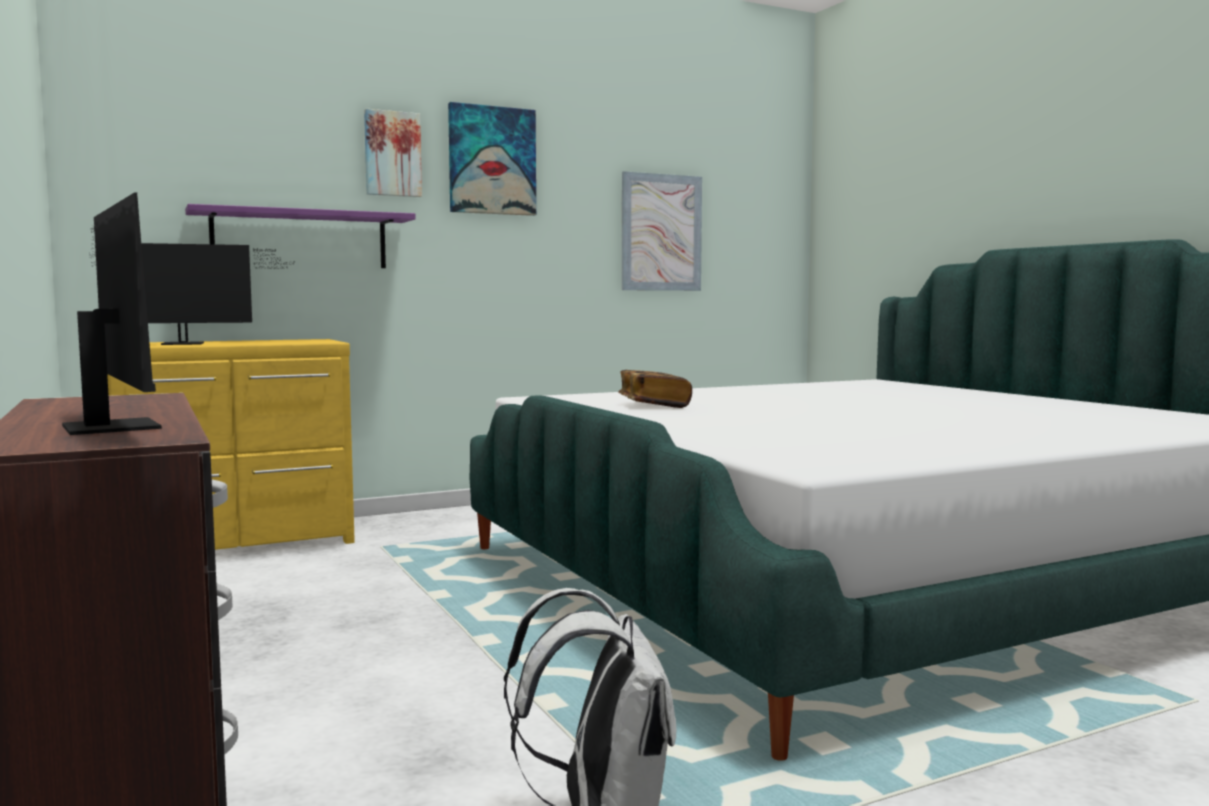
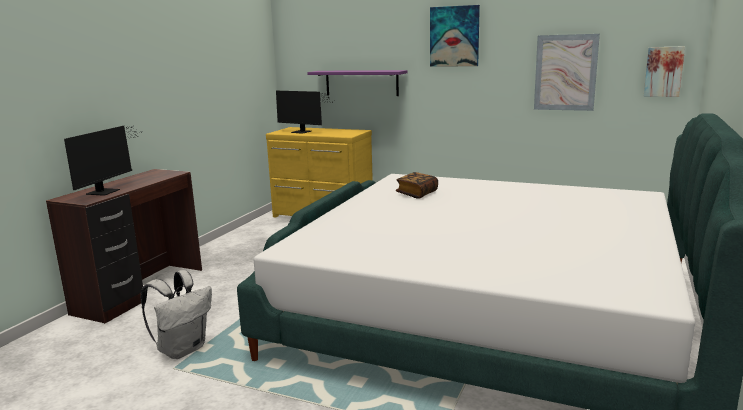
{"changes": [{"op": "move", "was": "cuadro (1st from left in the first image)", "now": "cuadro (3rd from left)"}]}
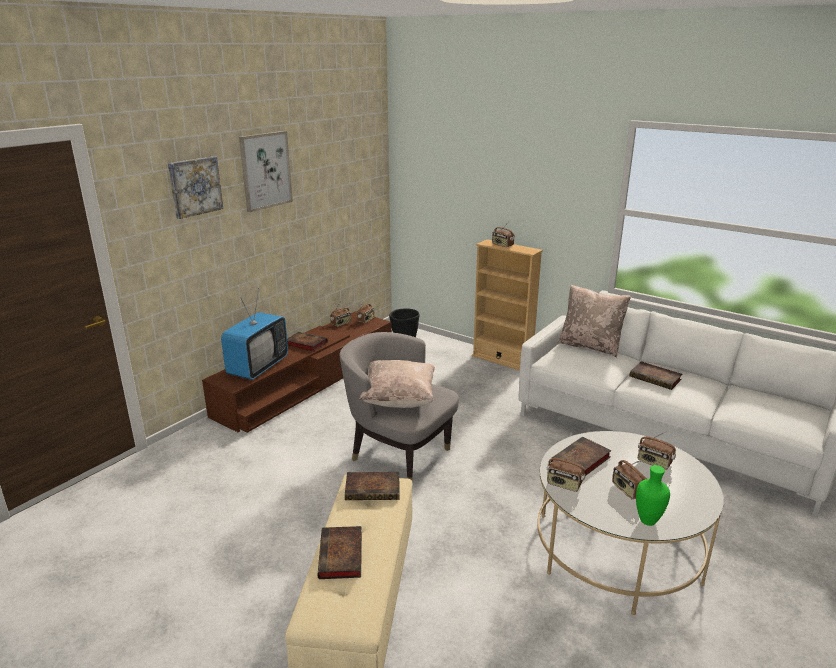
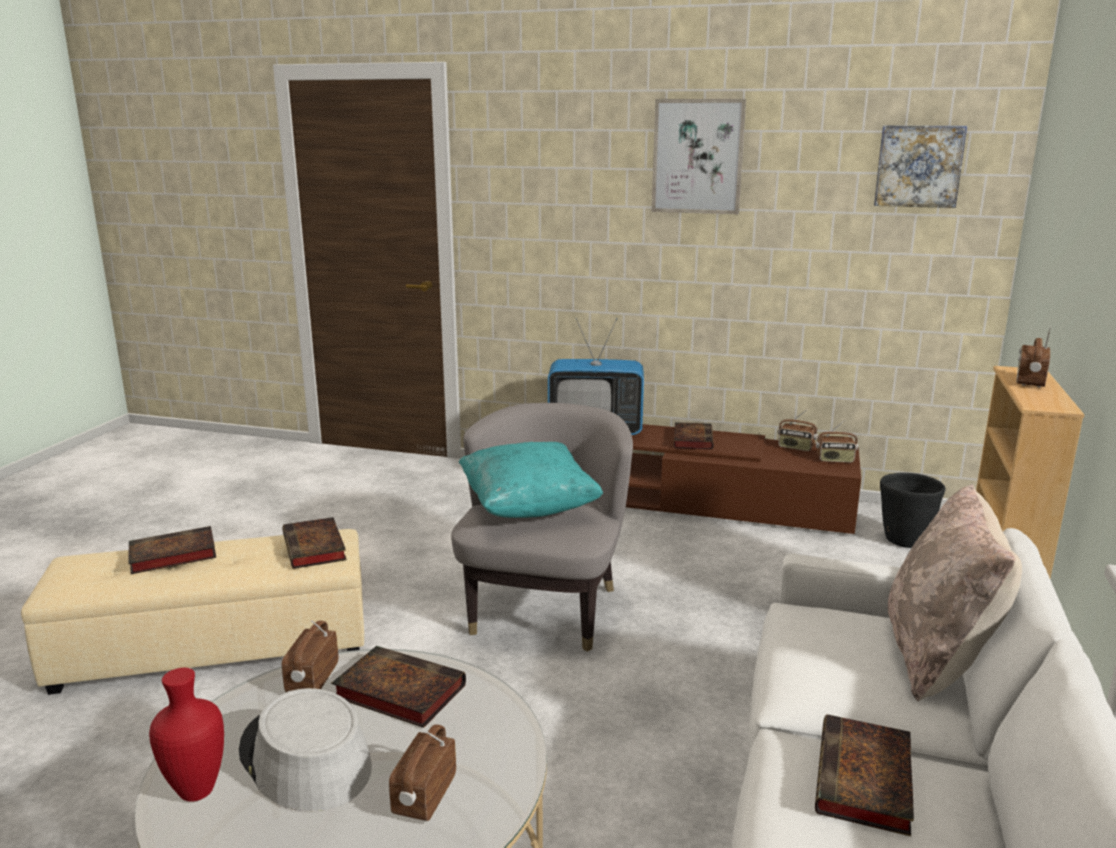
{"changes": [{"op": "recolor", "was": "florero [verde]", "now": "florero [rojo]"}, {"op": "replace", "was": "radio (5th from left)", "now": "sombrero [gris]"}, {"op": "recolor", "was": "cojín [beis] (1st from left)", "now": "cojín [turquesa]"}, {"op": "move", "was": "cuadro (1st from left in the first image)", "now": "cuadro (2nd from left)"}]}
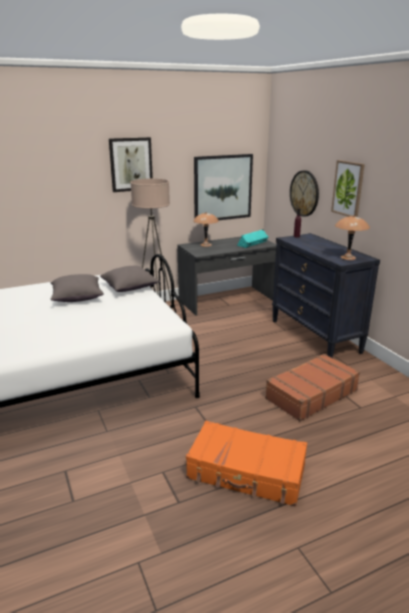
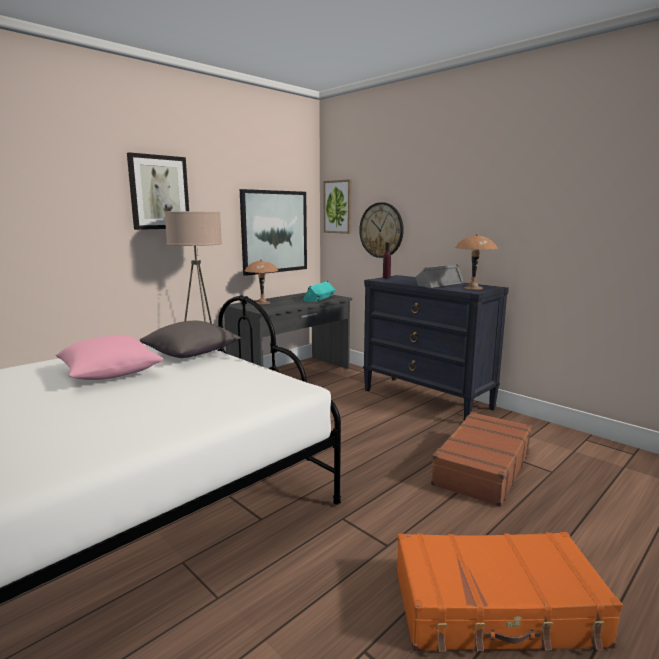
{"changes": [{"op": "recolor", "was": "cojín [gris] (1st from left)", "now": "cojín [rosa]"}, {"op": "move", "was": "cuadro (3rd from left)"}, {"op": "insert", "now": "altavoz [gris]"}]}
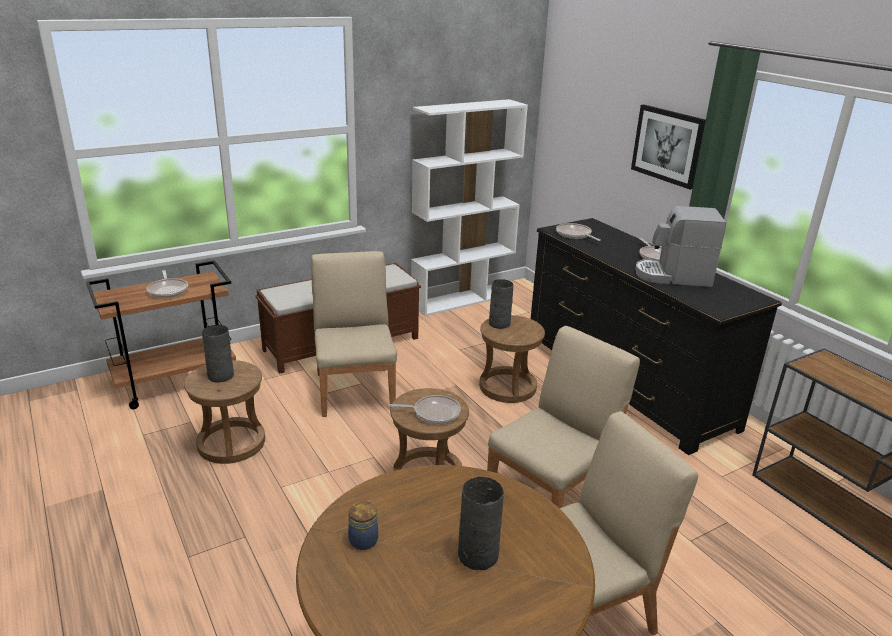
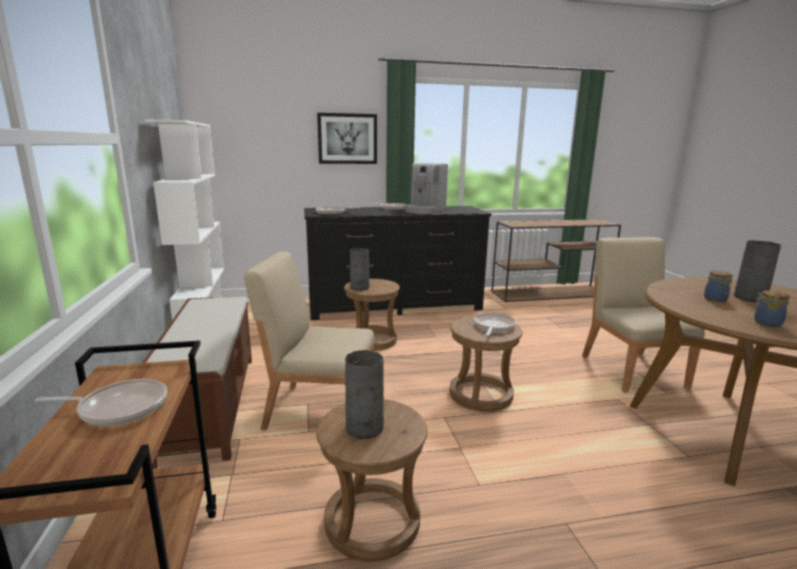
{"changes": [{"op": "insert", "now": "tarro (1st from left)"}, {"op": "delete", "was": "silla [beis] (2nd from left)"}]}
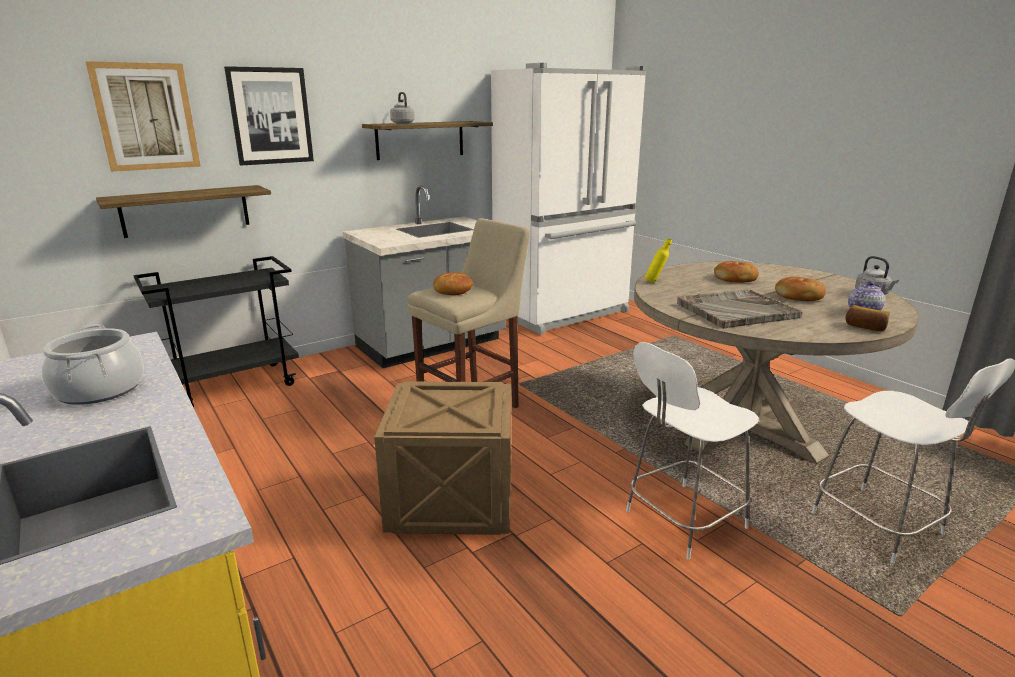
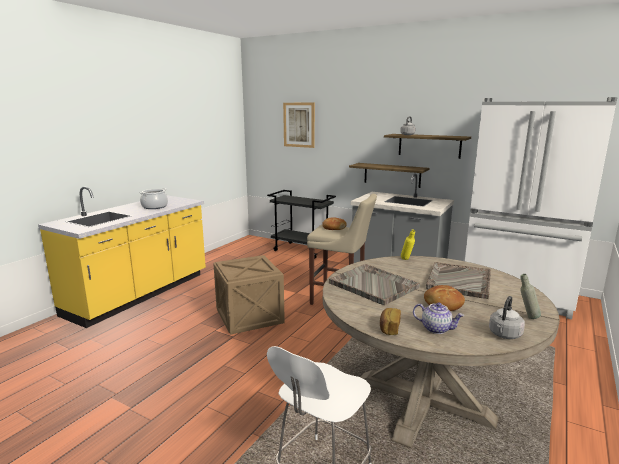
{"changes": [{"op": "move", "was": "estante (1st from left)"}, {"op": "replace", "was": "pan (2nd from left)", "now": "bandeja [gris] (2nd from left)"}, {"op": "insert", "now": "botella [gris]"}, {"op": "delete", "was": "cuadro (2nd from left)"}, {"op": "delete", "was": "silla [blanco] (1st from left)"}]}
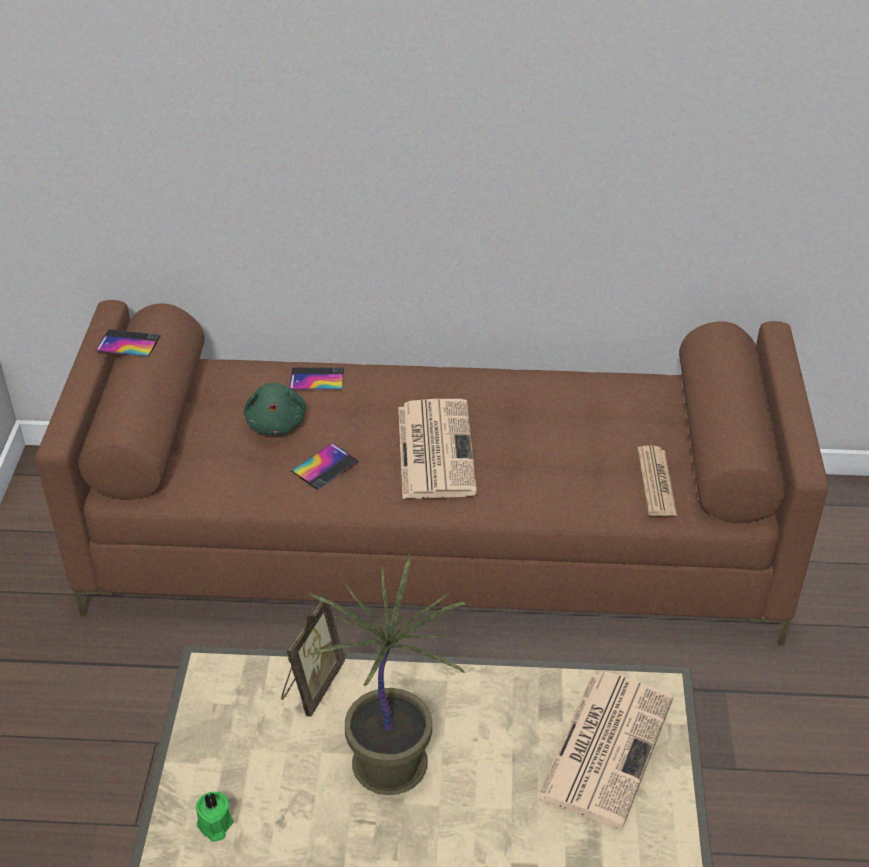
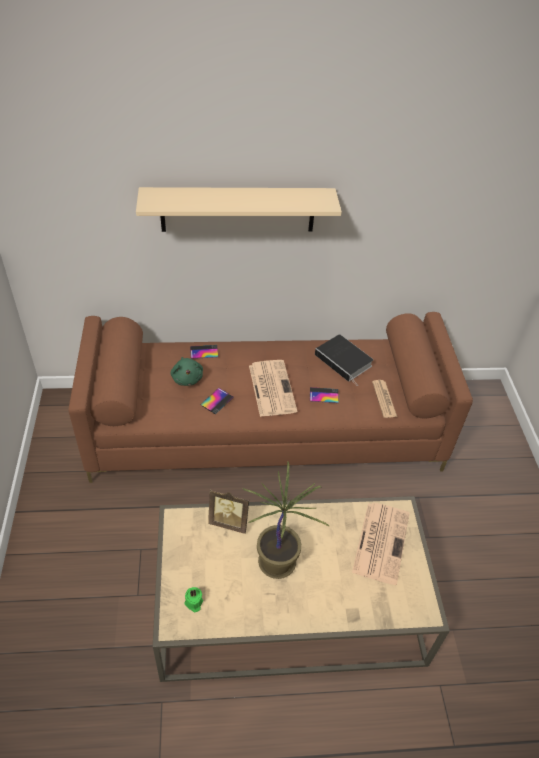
{"changes": [{"op": "insert", "now": "estante [beis]"}, {"op": "rotate", "was": "portarretratos", "clockwise": 90}, {"op": "move", "was": "móvil (1st from left in the first image)", "now": "móvil (3rd from left)"}, {"op": "insert", "now": "libro"}]}
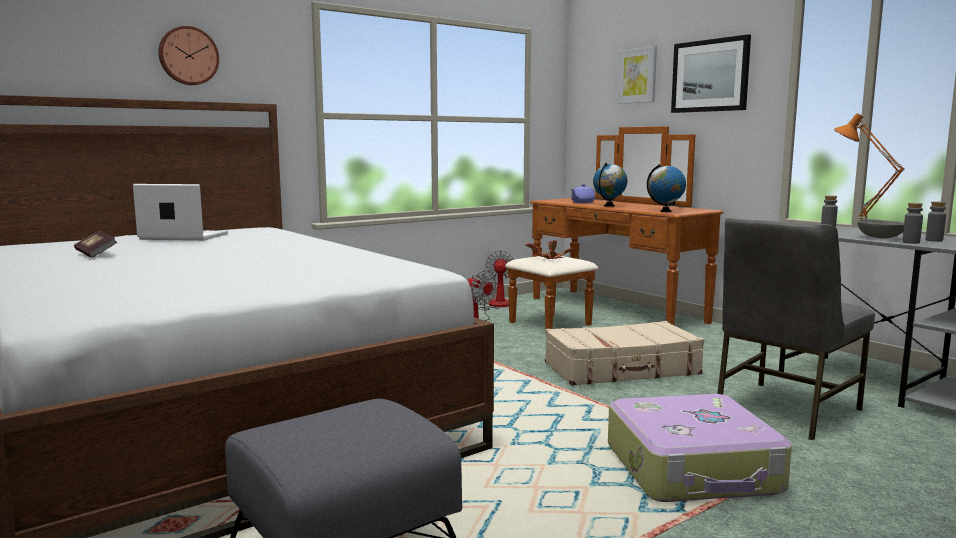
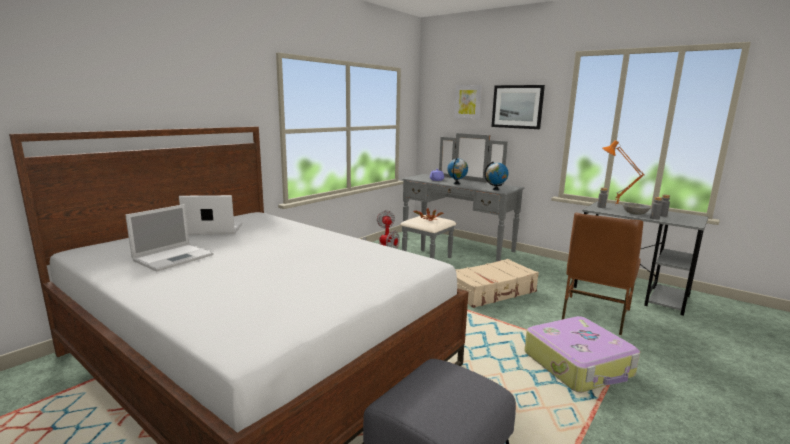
{"changes": [{"op": "replace", "was": "libro", "now": "portátil (1st from left)"}, {"op": "recolor", "was": "cómoda [marrón]", "now": "cómoda [gris]"}, {"op": "recolor", "was": "silla [gris]", "now": "silla [marrón]"}, {"op": "delete", "was": "reloj de pared"}]}
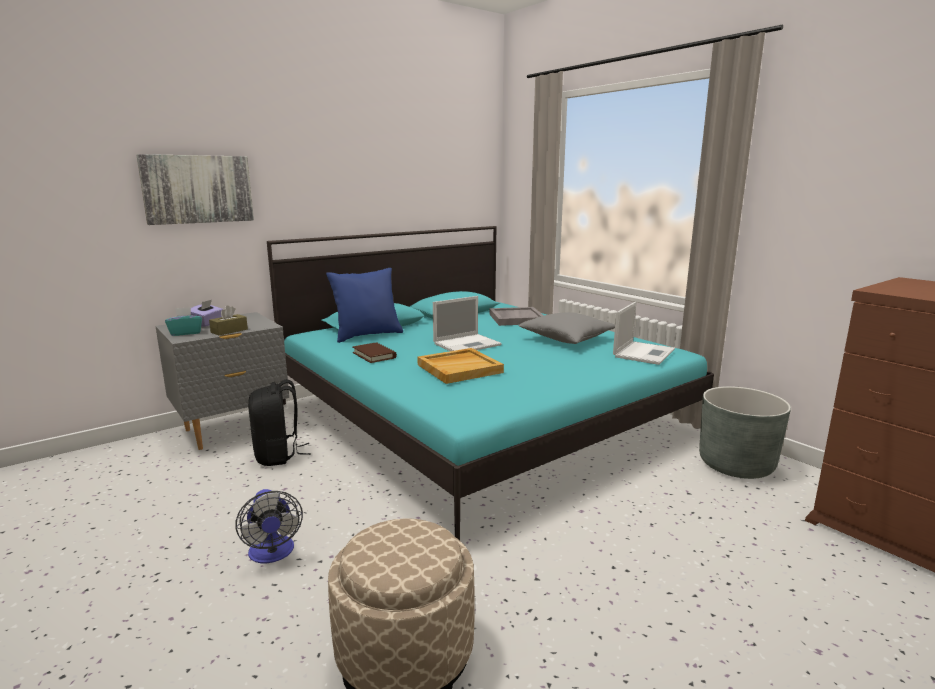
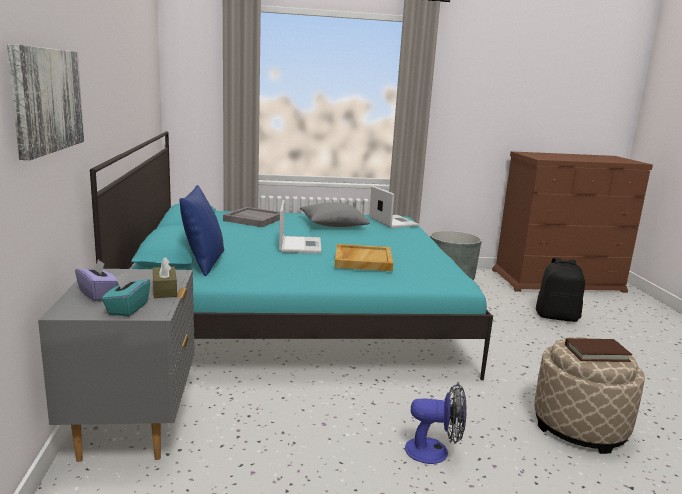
{"changes": [{"op": "move", "was": "mochila [negro]"}, {"op": "move", "was": "libro [marrón]"}]}
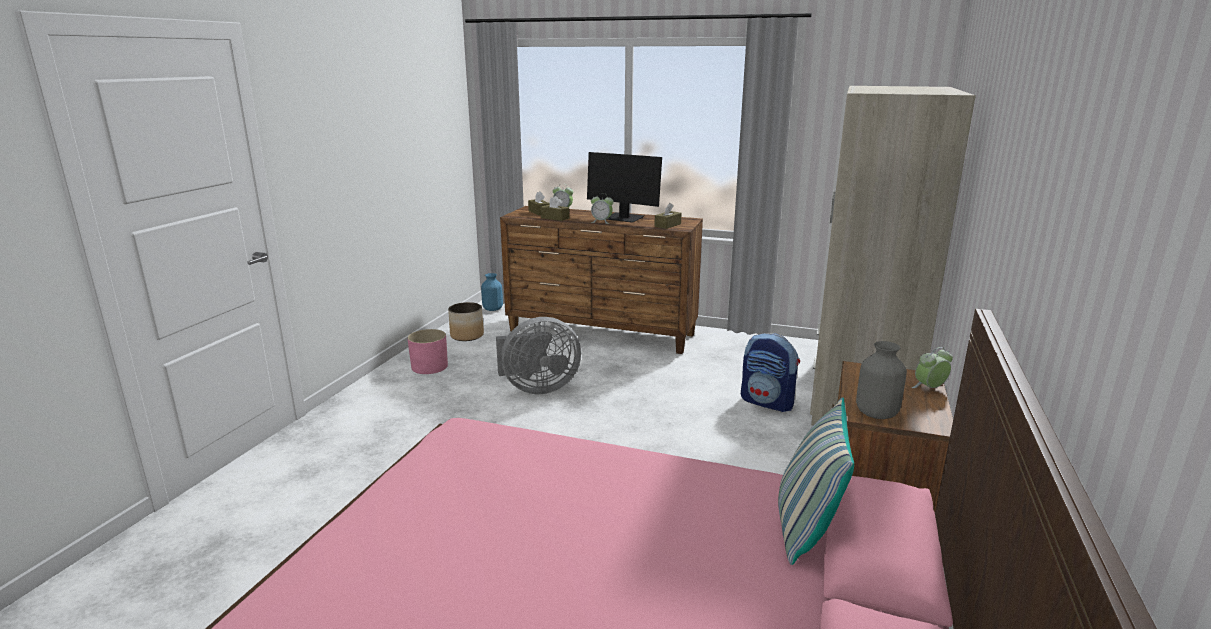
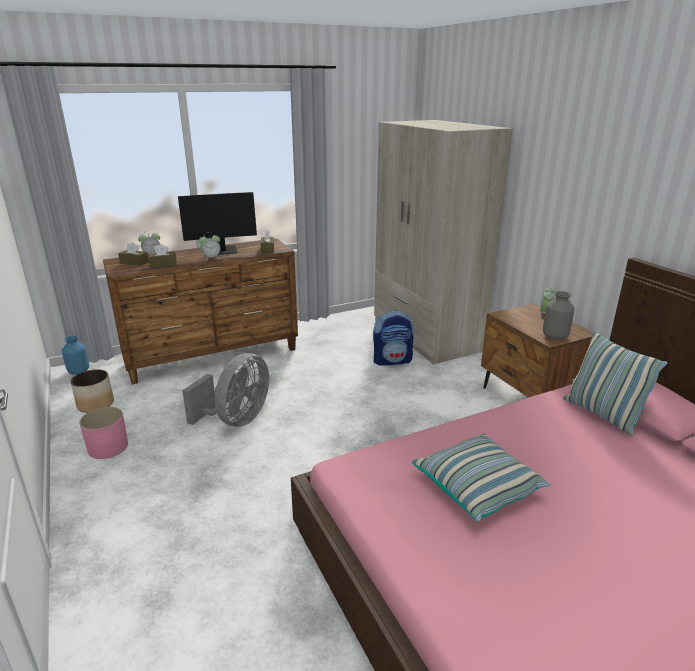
{"changes": [{"op": "insert", "now": "cojín (1st from left)"}]}
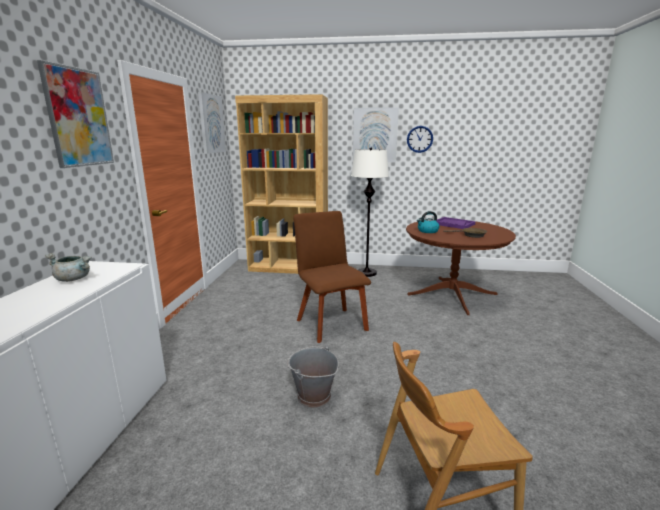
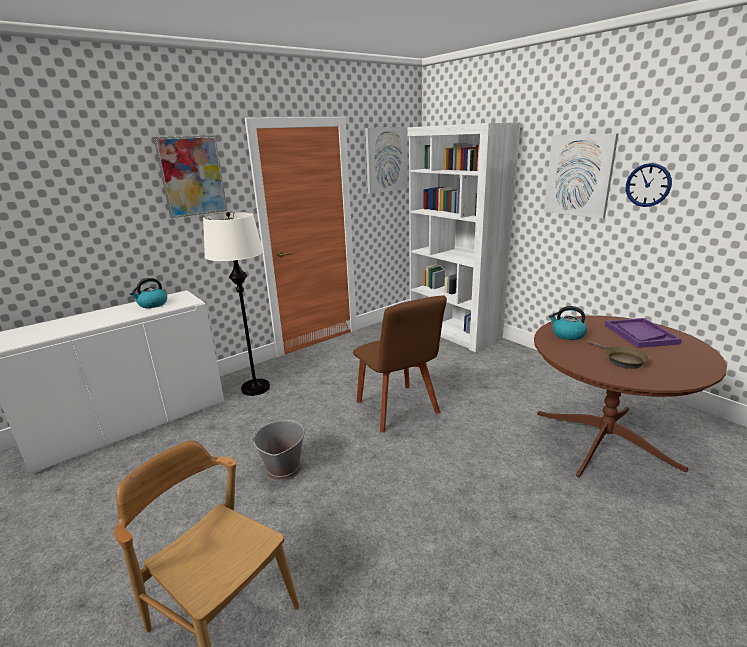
{"changes": [{"op": "replace", "was": "olla [gris]", "now": "hervidor (1st from left)"}, {"op": "move", "was": "lámpara de pie [blanco]"}, {"op": "rotate", "was": "silla [marrón] (1st from left in the first image)", "clockwise": 135}, {"op": "recolor", "was": "estantería [marrón]", "now": "estantería [blanco]"}]}
